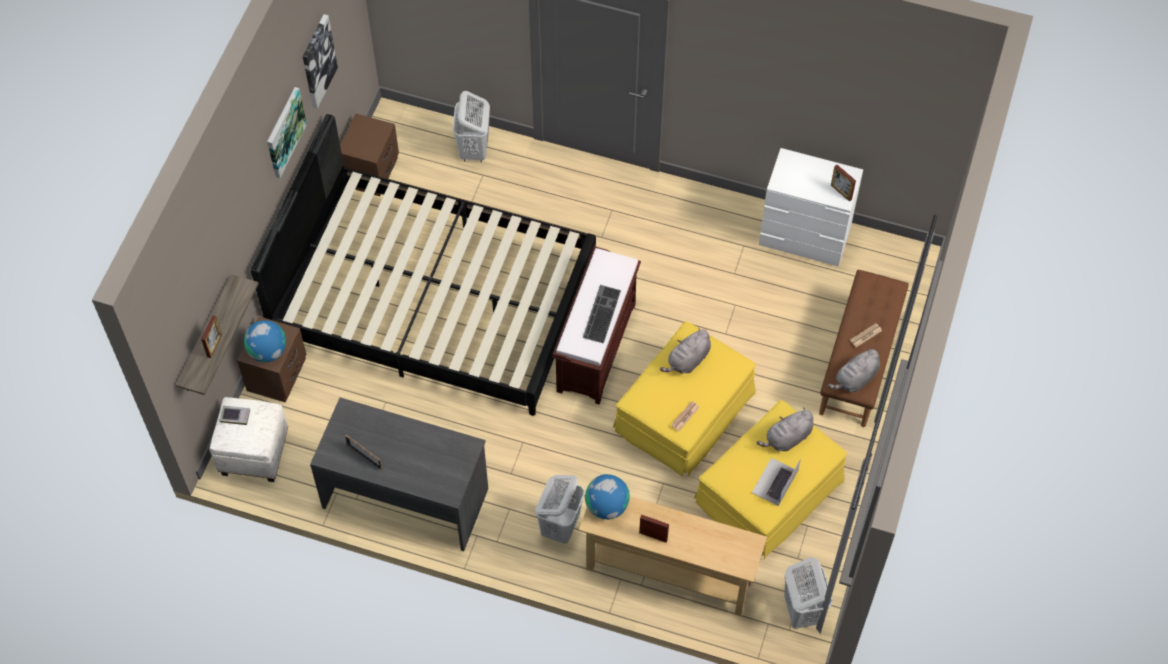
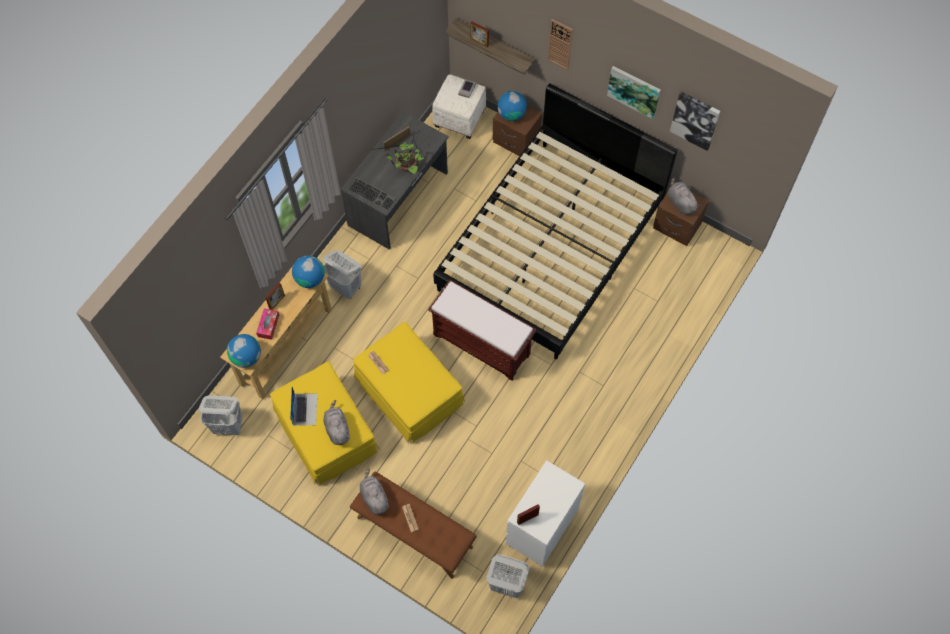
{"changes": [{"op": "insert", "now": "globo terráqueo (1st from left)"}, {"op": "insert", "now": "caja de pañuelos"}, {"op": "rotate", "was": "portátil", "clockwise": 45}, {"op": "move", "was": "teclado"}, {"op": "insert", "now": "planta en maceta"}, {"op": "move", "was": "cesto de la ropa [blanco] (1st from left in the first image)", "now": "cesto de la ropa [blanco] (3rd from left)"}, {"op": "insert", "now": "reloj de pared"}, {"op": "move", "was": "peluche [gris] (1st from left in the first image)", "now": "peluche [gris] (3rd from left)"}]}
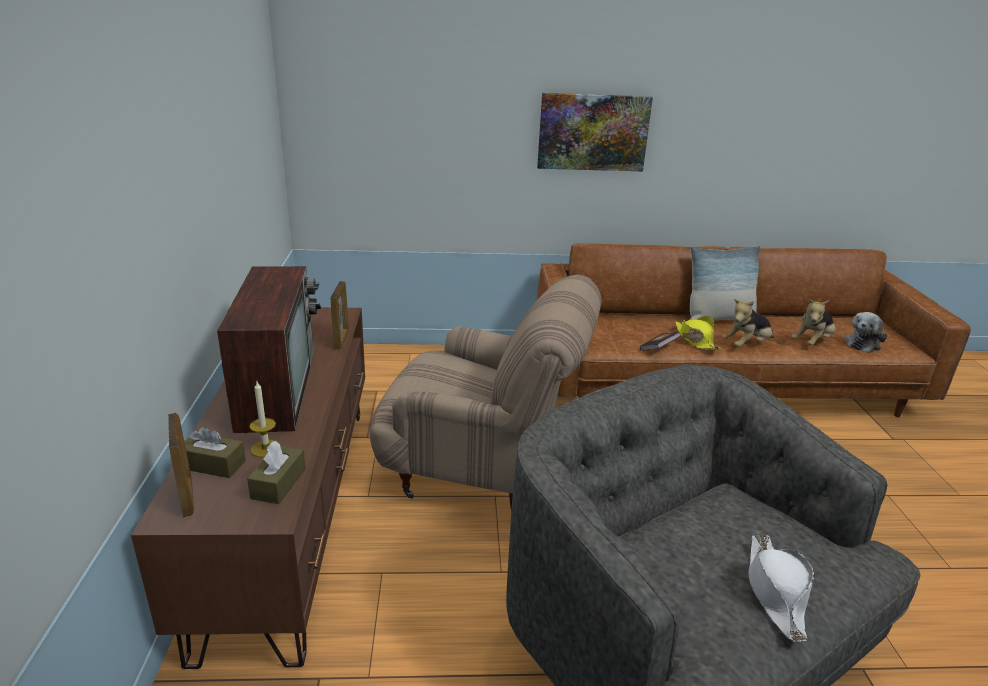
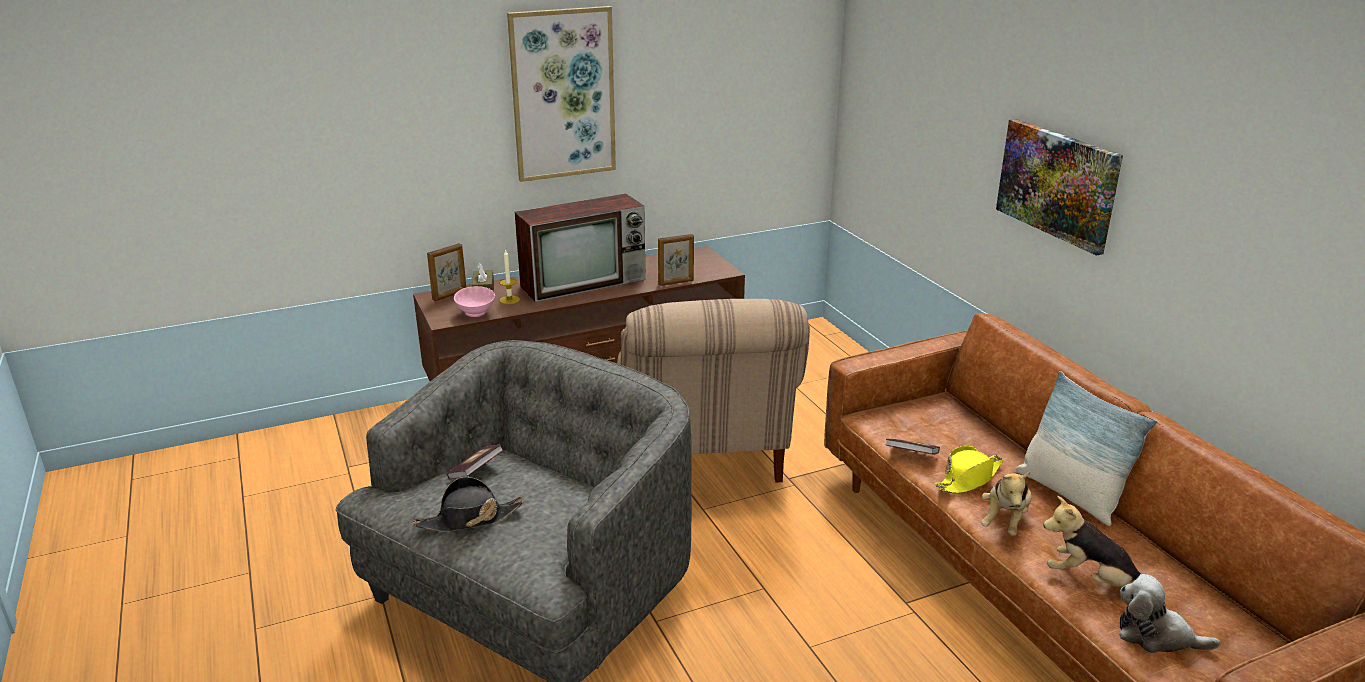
{"changes": [{"op": "recolor", "was": "sombrero [blanco]", "now": "sombrero [negro]"}, {"op": "insert", "now": "libro (1st from left)"}, {"op": "replace", "was": "caja de pañuelos [marrón] (2nd from left)", "now": "cuenco [rosa]"}, {"op": "insert", "now": "cuadro (1st from left)"}, {"op": "rotate", "was": "peluche (1st from left)", "clockwise": -105}]}
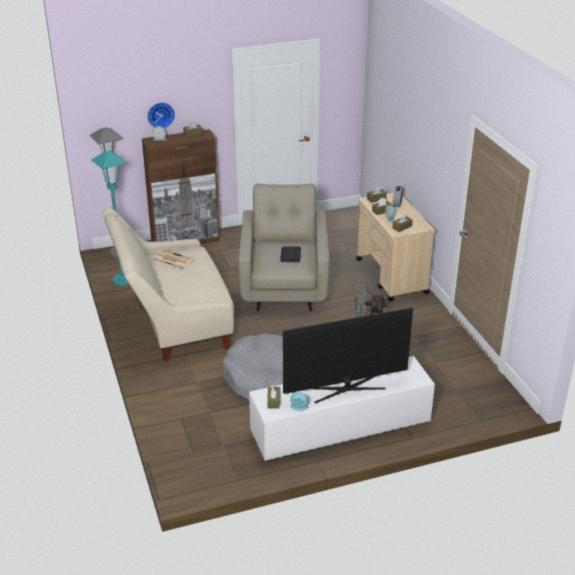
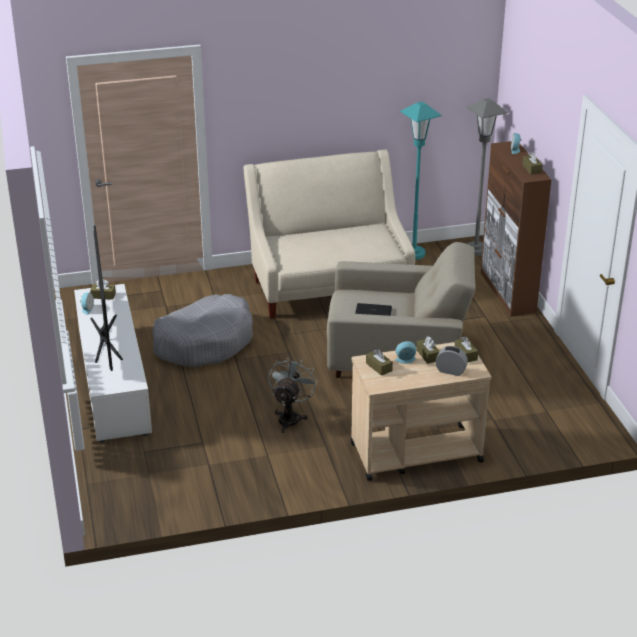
{"changes": [{"op": "delete", "was": "reloj de pared"}, {"op": "delete", "was": "periódico"}]}
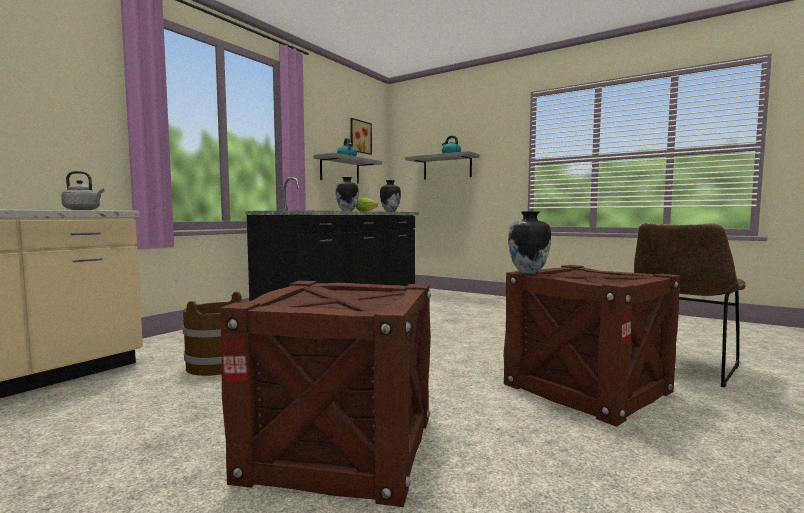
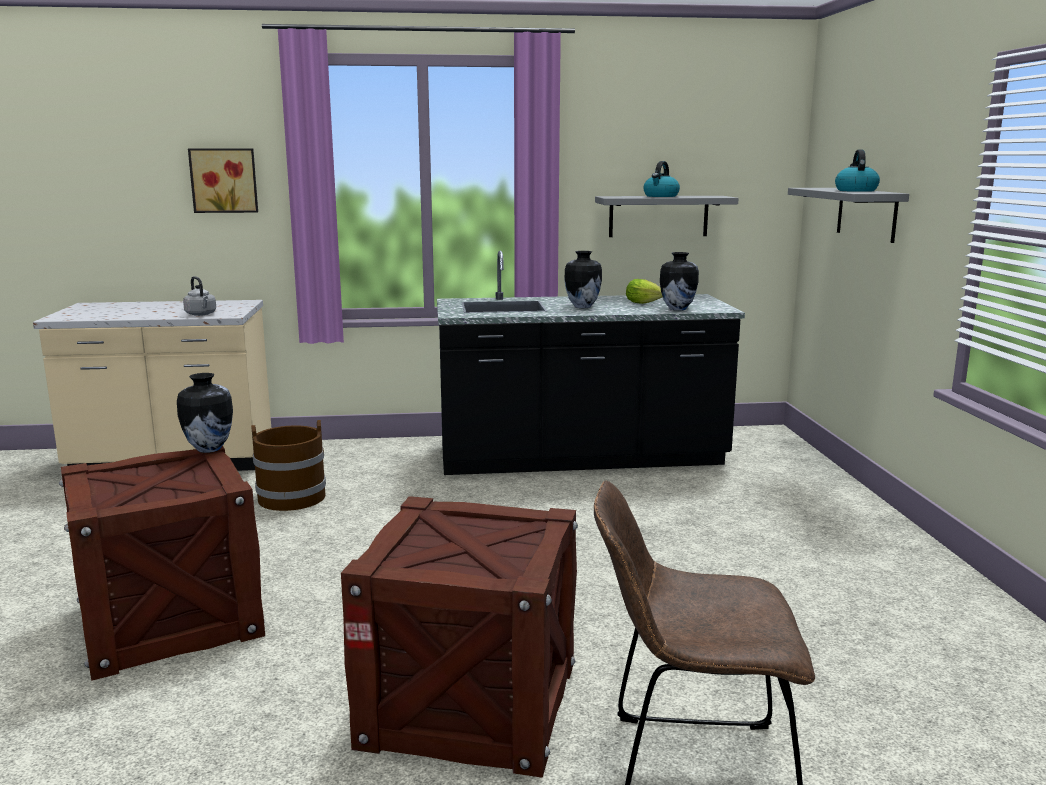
{"changes": [{"op": "move", "was": "florero (3rd from left in the first image)", "now": "florero (1st from left)"}, {"op": "move", "was": "cuadro"}]}
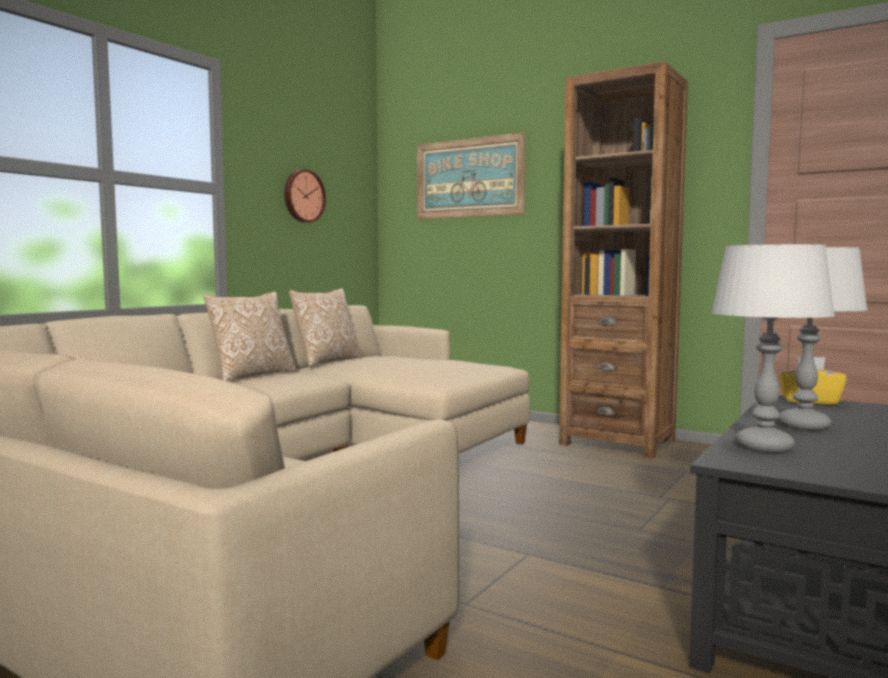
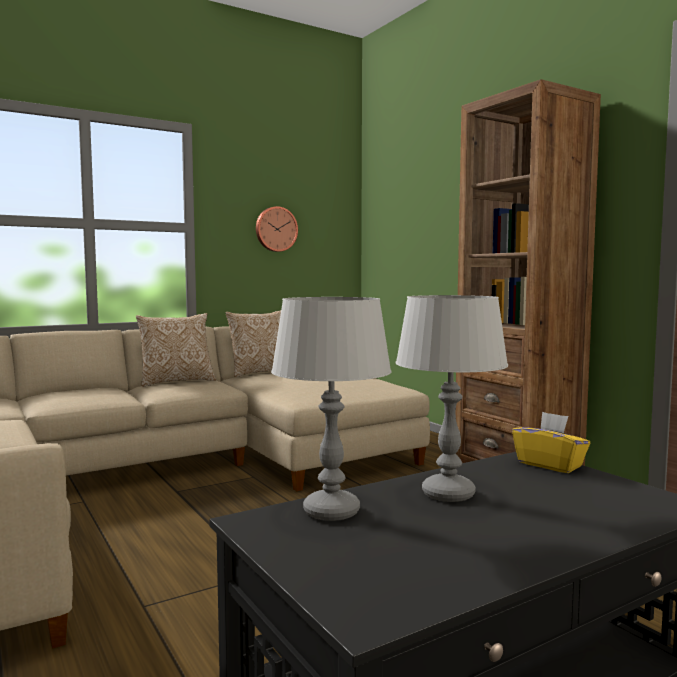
{"changes": [{"op": "delete", "was": "cuadro"}]}
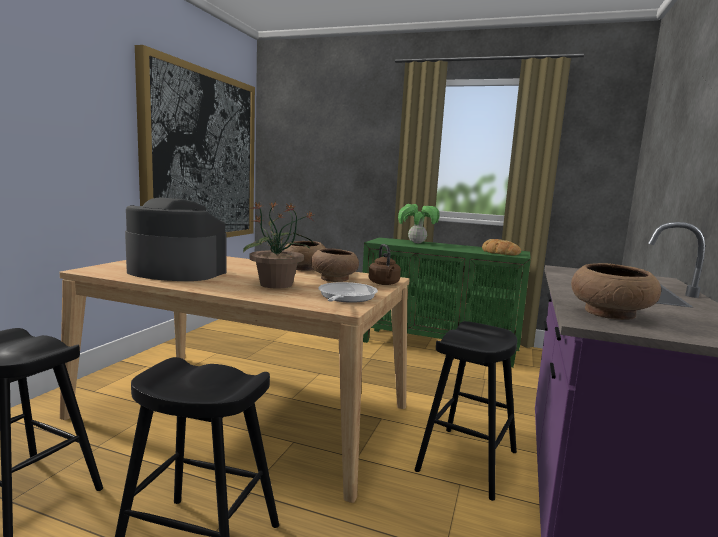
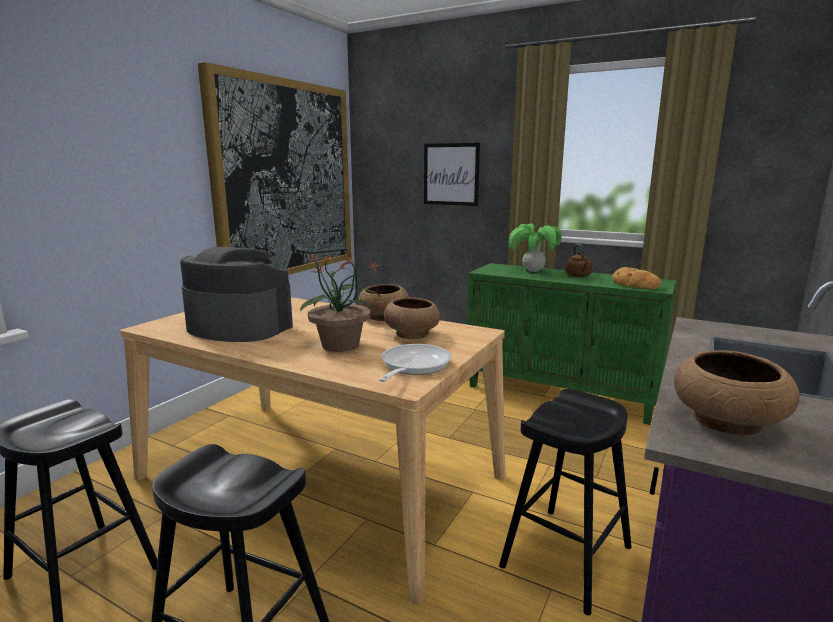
{"changes": [{"op": "insert", "now": "cuadro (2nd from left)"}, {"op": "move", "was": "hervidor [marrón]"}]}
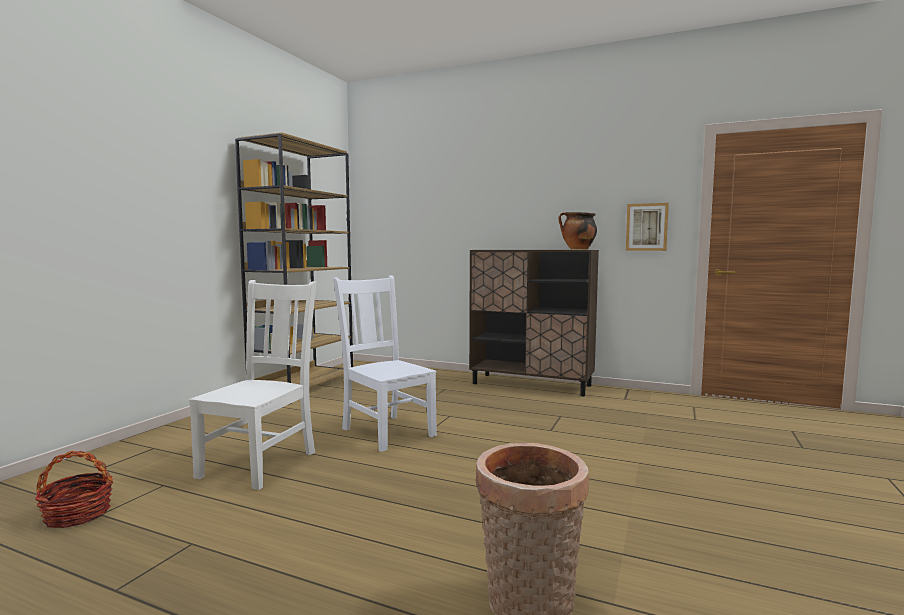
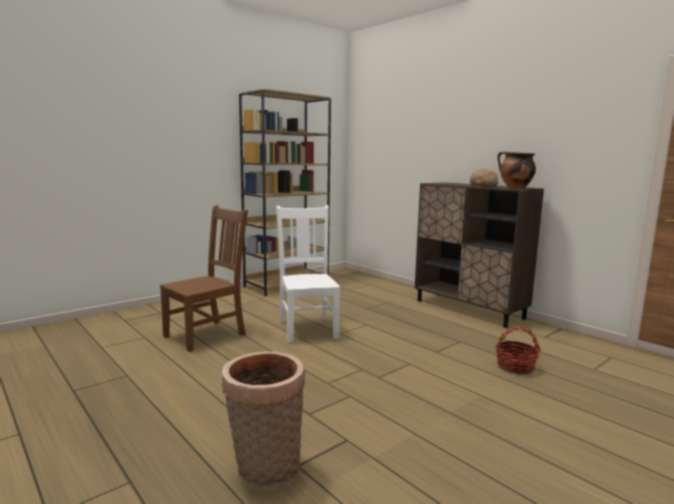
{"changes": [{"op": "recolor", "was": "silla [blanco] (1st from left)", "now": "silla [marrón]"}, {"op": "insert", "now": "pan"}, {"op": "move", "was": "cesta (1st from left in the first image)", "now": "cesta (2nd from left)"}, {"op": "delete", "was": "cuadro"}]}
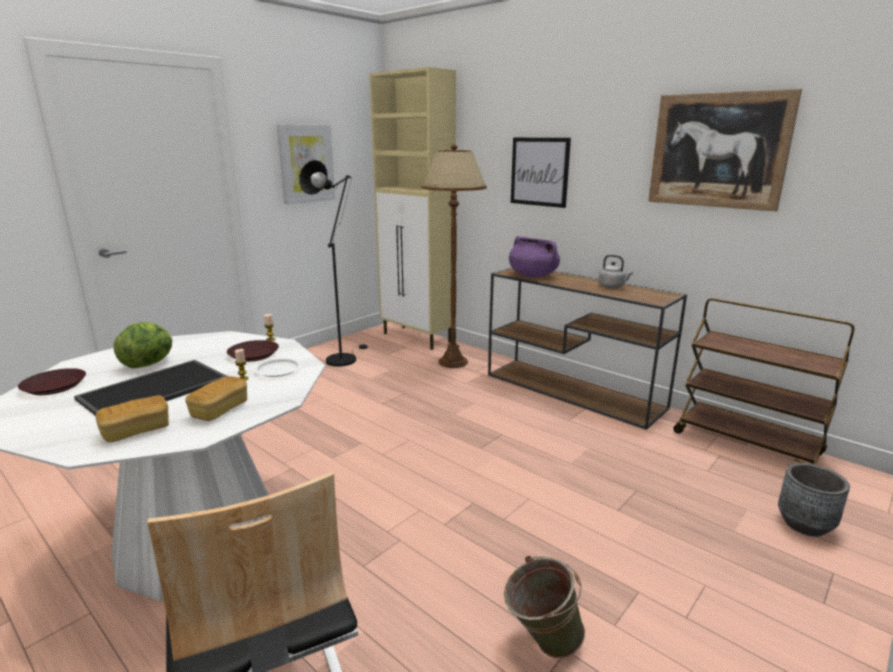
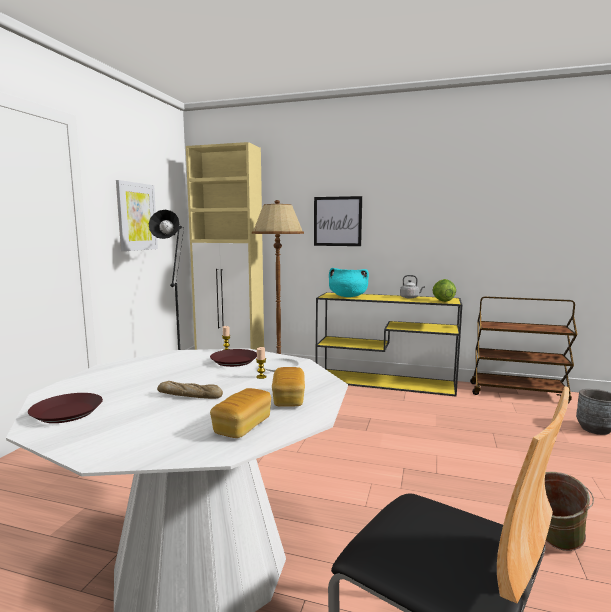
{"changes": [{"op": "replace", "was": "bandeja", "now": "pan (1st from left)"}, {"op": "recolor", "was": "mesa consola [marrón]", "now": "mesa consola [amarillo]"}, {"op": "recolor", "was": "olla [morado]", "now": "olla [turquesa]"}, {"op": "move", "was": "lechuga"}, {"op": "delete", "was": "cuadro (3rd from left)"}]}
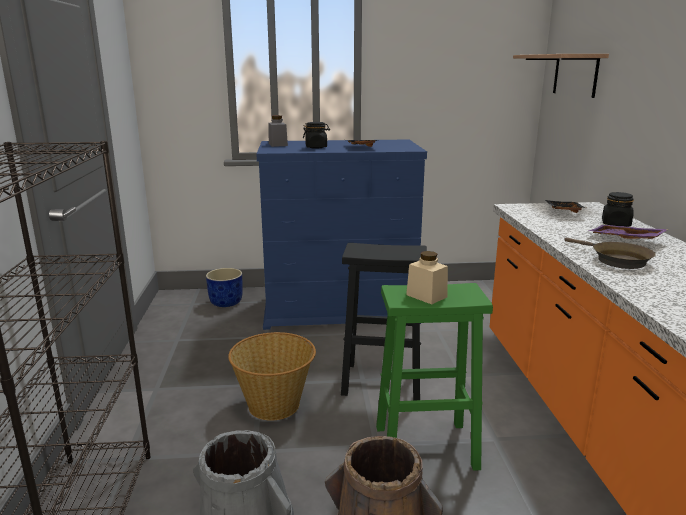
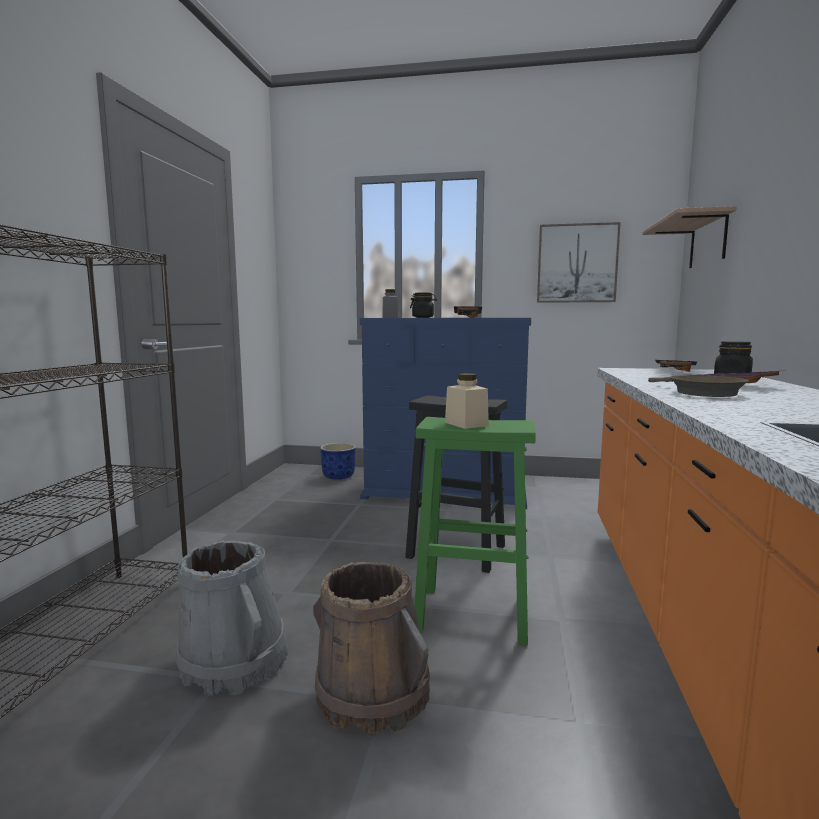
{"changes": [{"op": "insert", "now": "cuadro"}, {"op": "delete", "was": "cesta"}]}
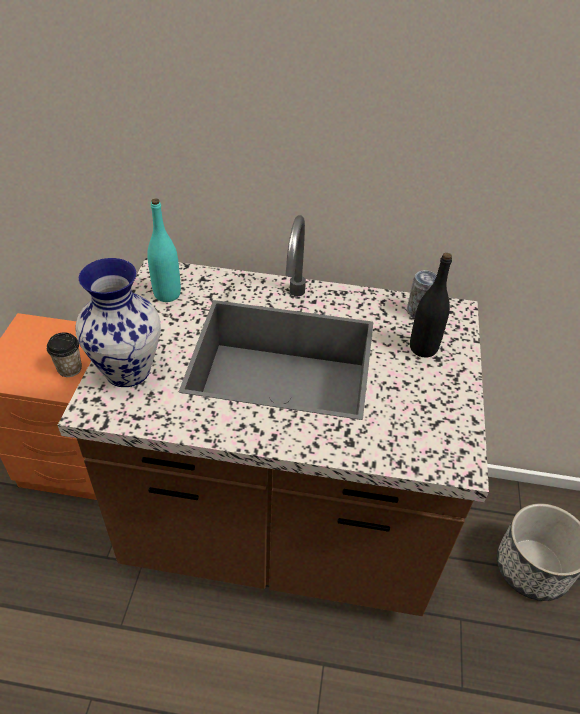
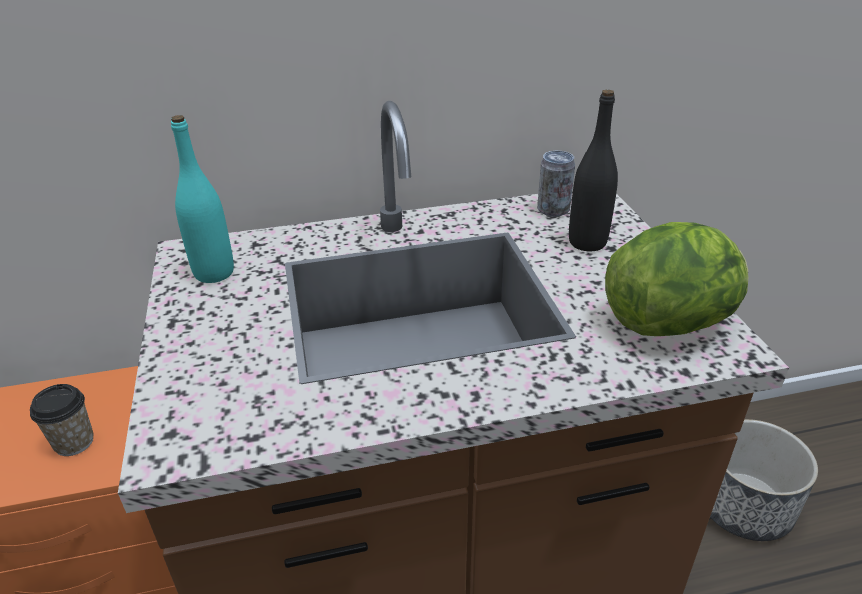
{"changes": [{"op": "insert", "now": "lechuga"}, {"op": "delete", "was": "florero"}]}
